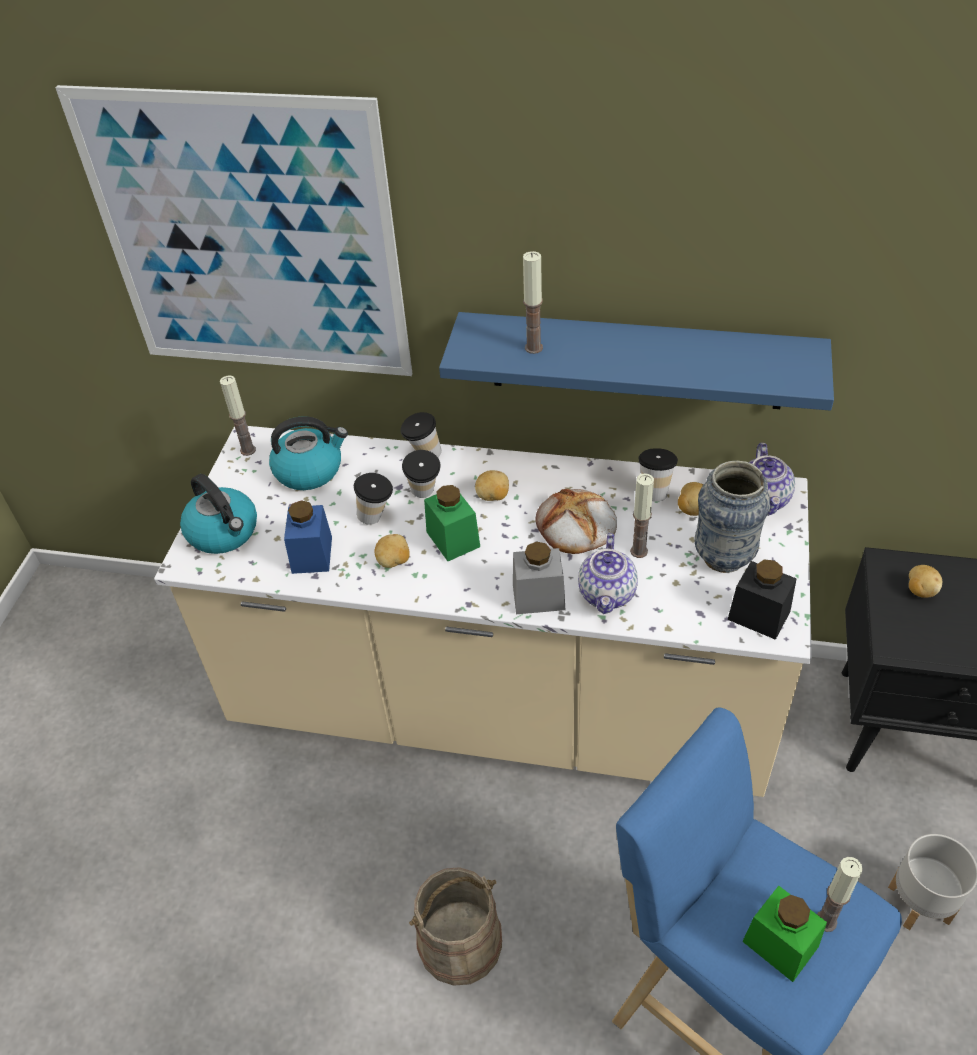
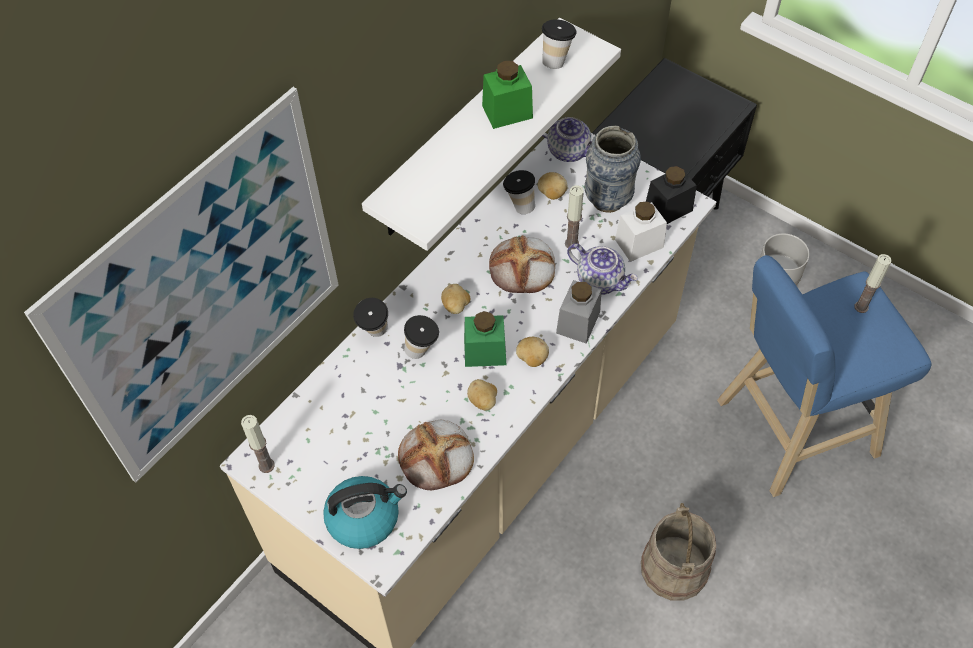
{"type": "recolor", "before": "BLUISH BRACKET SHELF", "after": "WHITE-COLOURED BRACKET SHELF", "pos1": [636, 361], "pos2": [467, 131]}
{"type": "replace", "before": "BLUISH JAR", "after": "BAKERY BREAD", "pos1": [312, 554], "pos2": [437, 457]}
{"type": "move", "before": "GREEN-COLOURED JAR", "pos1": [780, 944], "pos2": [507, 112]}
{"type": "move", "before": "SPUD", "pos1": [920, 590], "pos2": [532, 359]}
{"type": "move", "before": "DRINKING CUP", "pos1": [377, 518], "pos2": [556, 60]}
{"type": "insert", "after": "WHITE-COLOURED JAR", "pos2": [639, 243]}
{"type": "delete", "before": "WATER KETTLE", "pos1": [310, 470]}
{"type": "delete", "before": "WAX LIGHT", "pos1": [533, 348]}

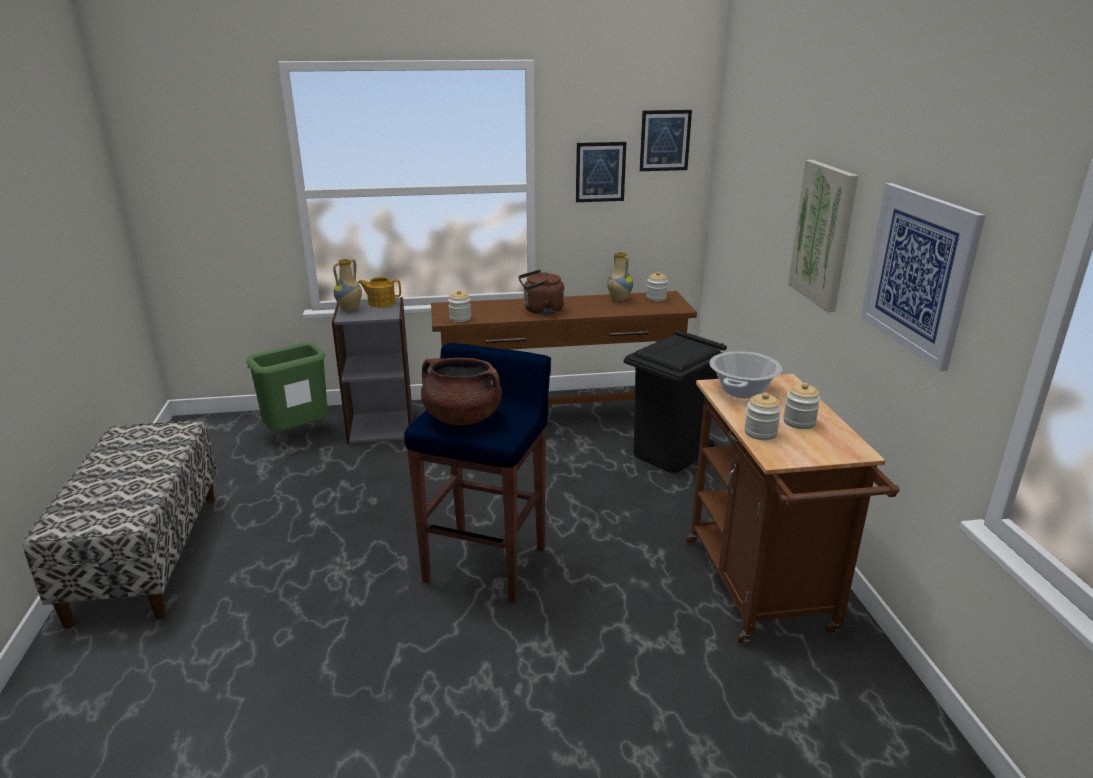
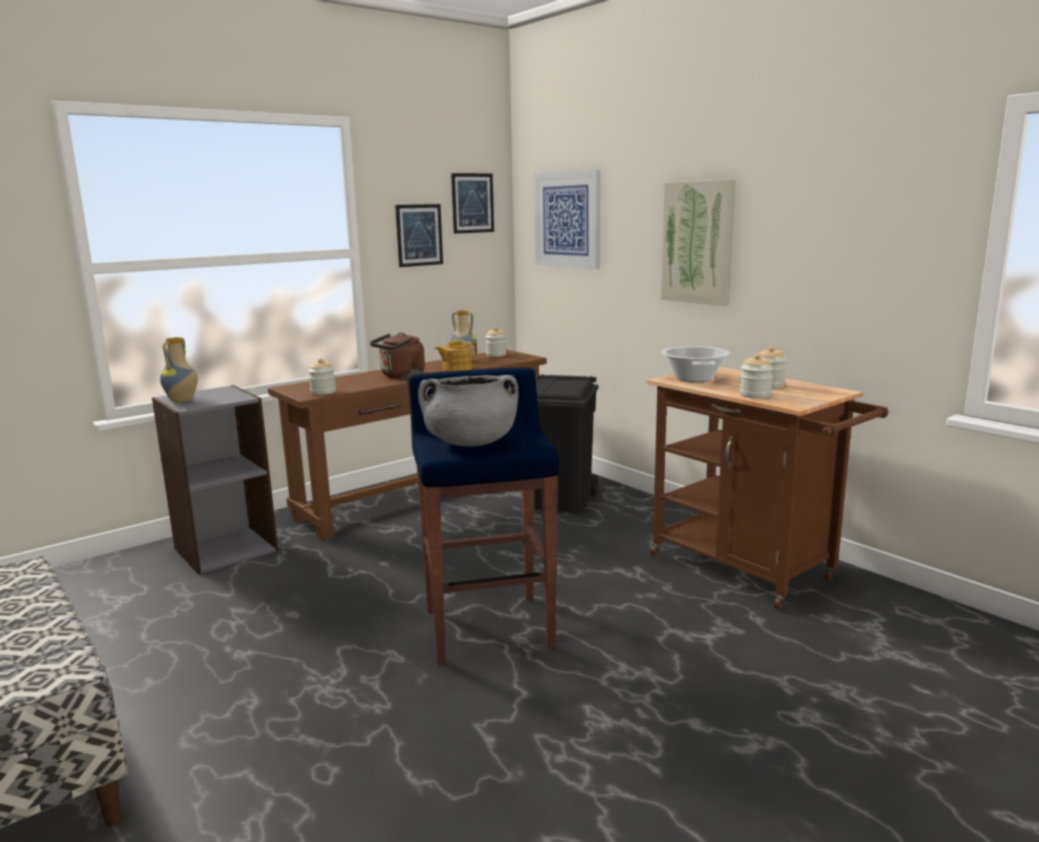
{"type": "recolor", "before": "BROWN SAUCEPOT", "after": "GREYISH SAUCEPOT", "pos1": [462, 418], "pos2": [471, 442]}
{"type": "move", "before": "TEAPOT", "pos1": [381, 303], "pos2": [456, 369]}
{"type": "move", "before": "PICTURE", "pos1": [918, 272], "pos2": [567, 220]}
{"type": "delete", "before": "GREEN-COLOURED WASTE BIN", "pos1": [298, 434]}

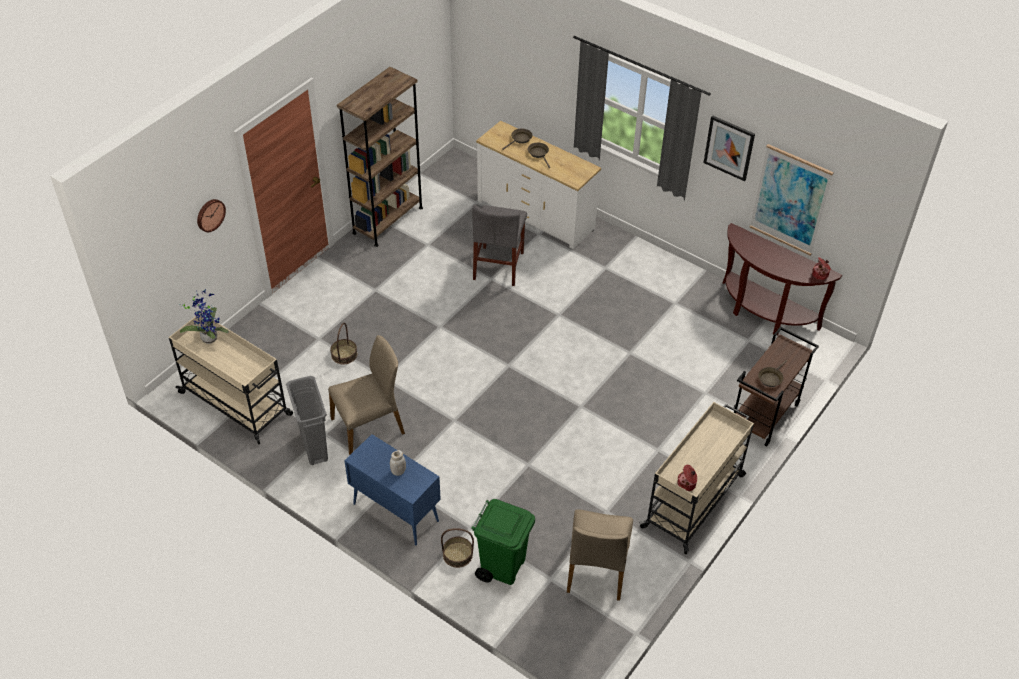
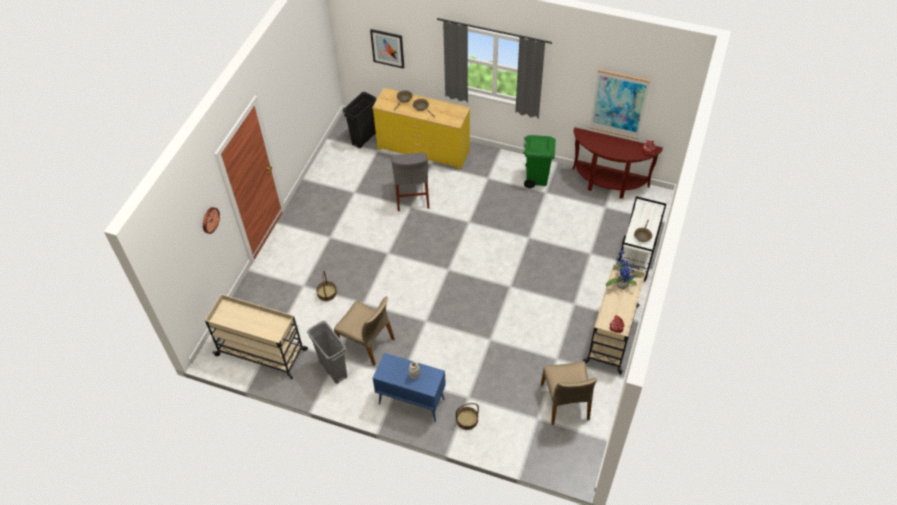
{"type": "rotate", "before": "SAND-COLOURED CHAIR", "pos1": [369, 426], "pos2": [366, 342], "turn": 75}
{"type": "insert", "after": "BLACKISH WASTE BIN", "pos2": [364, 138]}
{"type": "move", "before": "PICTURE", "pos1": [729, 147], "pos2": [387, 48]}
{"type": "recolor", "before": "WHITE-COLOURED CHEST OF DRAWERS", "after": "YELLOW-COLOURED CHEST OF DRAWERS", "pos1": [536, 214], "pos2": [423, 149]}
{"type": "move", "before": "GREEN-COLOURED WASTE BIN", "pos1": [502, 566], "pos2": [536, 178]}
{"type": "move", "before": "POTTED PLANT", "pos1": [209, 337], "pos2": [621, 283]}
{"type": "recolor", "before": "BROWN TROLLEY", "after": "WHITE-COLOURED TROLLEY", "pos1": [764, 416], "pos2": [635, 260]}
{"type": "delete", "before": "BROWN BOOKCASE", "pos1": [388, 220]}

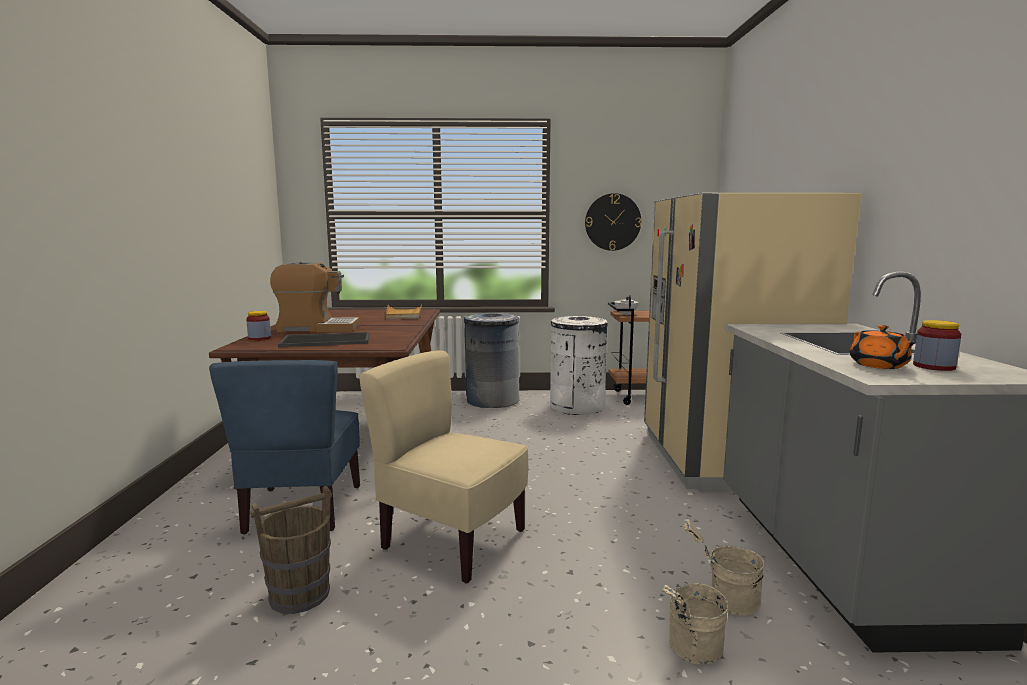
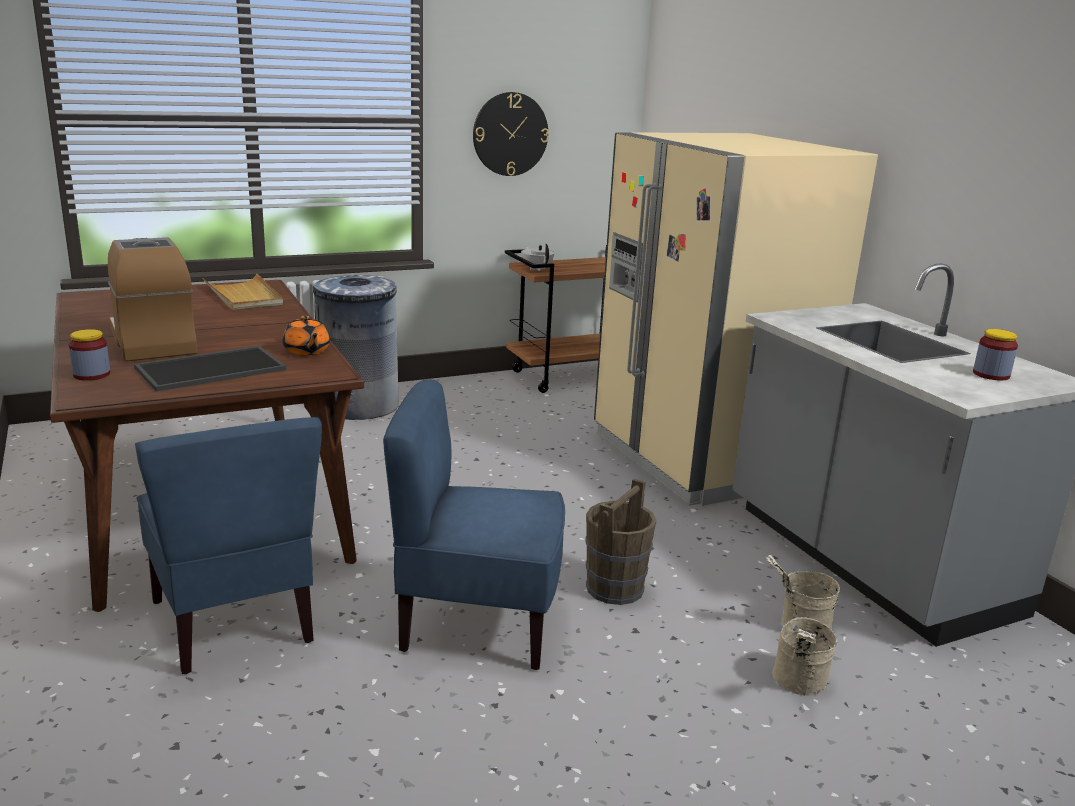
{"type": "rotate", "before": "COFFEE MAKER", "pos1": [317, 328], "pos2": [153, 342], "turn": -90}
{"type": "move", "before": "ORANGE-COLOURED TEAPOT", "pos1": [879, 365], "pos2": [306, 351]}
{"type": "recolor", "before": "SAND-COLOURED CHAIR", "after": "BLUISH CHAIR", "pos1": [452, 541], "pos2": [477, 623]}
{"type": "move", "before": "BROWN PAIL", "pos1": [300, 595], "pos2": [615, 588]}
{"type": "delete", "before": "WHITE-COLOURED WASTE BIN", "pos1": [577, 406]}

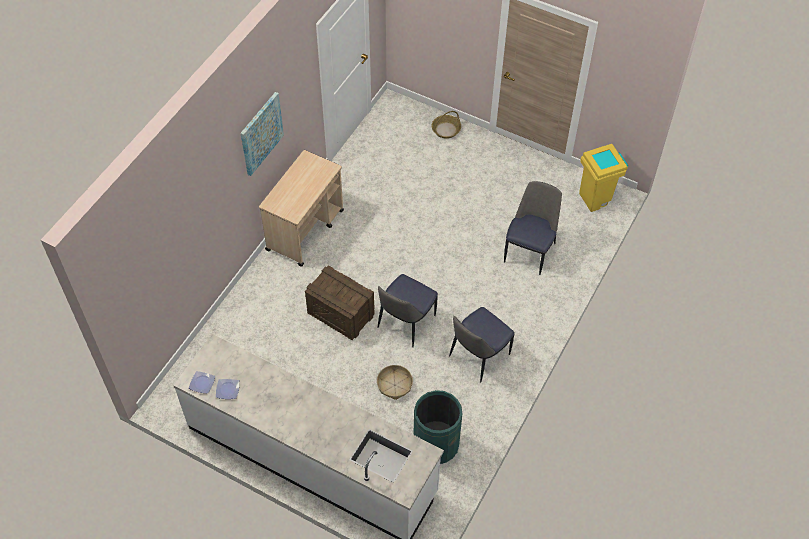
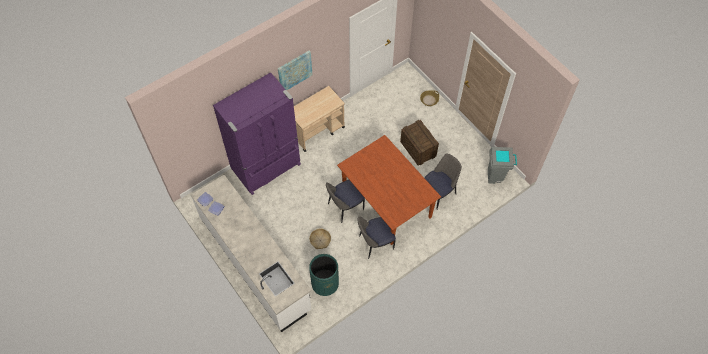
{"type": "insert", "after": "PURPLE-COLOURED FRIDGE", "pos2": [267, 167]}
{"type": "insert", "after": "BROWN DINING TABLE", "pos2": [386, 202]}
{"type": "move", "before": "PACKING CRATE", "pos1": [340, 313], "pos2": [418, 149]}
{"type": "recolor", "before": "YELLOW-COLOURED WASTE BIN", "after": "GREYISH WASTE BIN", "pos1": [596, 199], "pos2": [496, 176]}

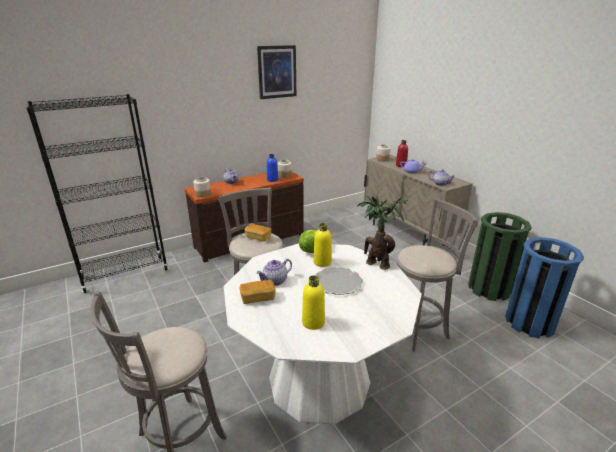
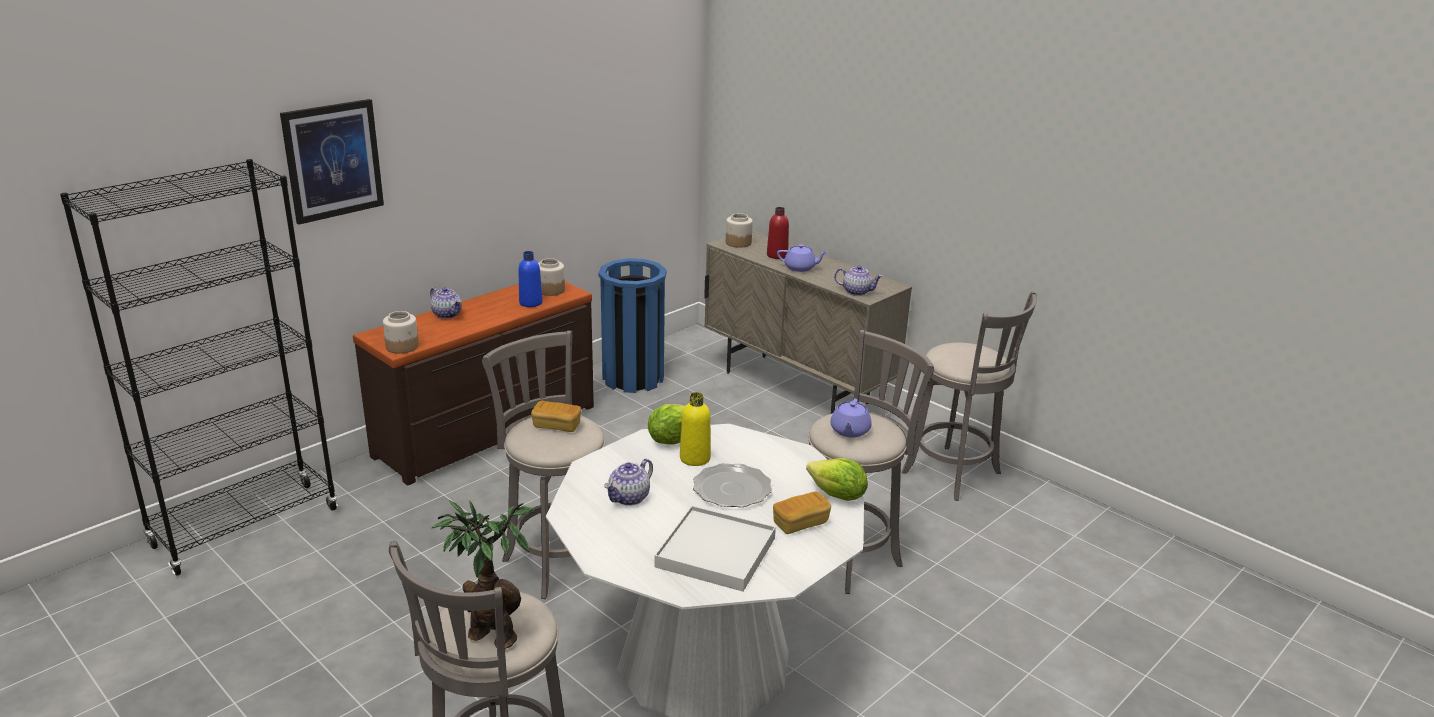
{"type": "move", "before": "PICTURE", "pos1": [277, 72], "pos2": [333, 160]}
{"type": "move", "before": "POTTED PLANT", "pos1": [375, 263], "pos2": [489, 634]}
{"type": "move", "before": "BLUISH WASTE BIN", "pos1": [529, 322], "pos2": [633, 378]}
{"type": "replace", "before": "YELLOW-COLOURED DRINK BOTTLE", "after": "WHITE-COLOURED TRAY", "pos1": [313, 322], "pos2": [715, 552]}
{"type": "move", "before": "BAKERY BREAD", "pos1": [258, 298], "pos2": [800, 523]}
{"type": "insert", "after": "LETTUCE", "pos2": [837, 495]}
{"type": "insert", "after": "PURPLE-COLOURED TEAPOT", "pos2": [849, 431]}
{"type": "replace", "before": "GREEN-COLOURED WASTE BIN", "after": "GREYISH STOOL", "pos1": [489, 289], "pos2": [955, 475]}

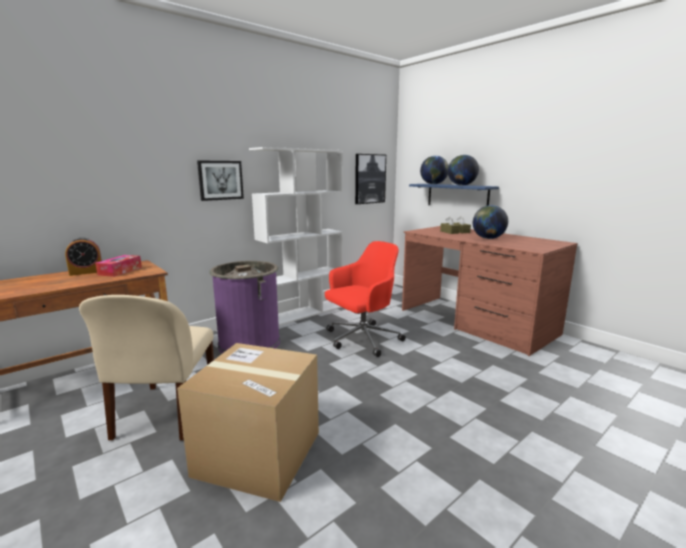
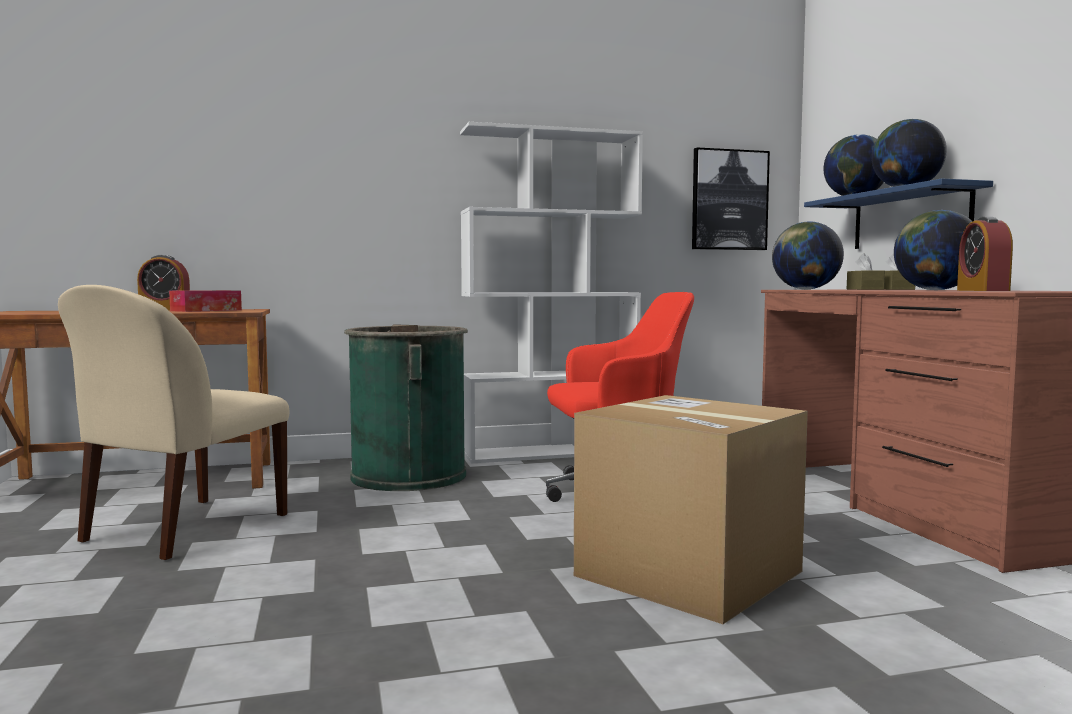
{"type": "recolor", "before": "PURPLE-COLOURED WASTE BIN", "after": "GREEN-COLOURED WASTE BIN", "pos1": [249, 343], "pos2": [408, 476]}
{"type": "move", "before": "PACKING BOX", "pos1": [258, 453], "pos2": [688, 573]}
{"type": "insert", "after": "GLOBE", "pos2": [805, 289]}
{"type": "insert", "after": "BEDSIDE CLOCK", "pos2": [982, 290]}
{"type": "delete", "before": "PICTURE", "pos1": [220, 180]}

